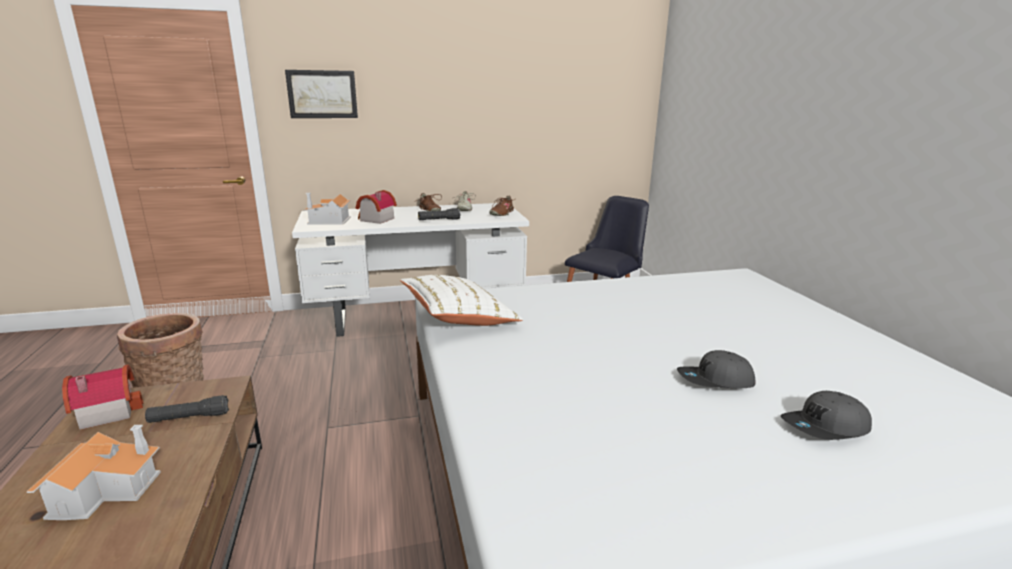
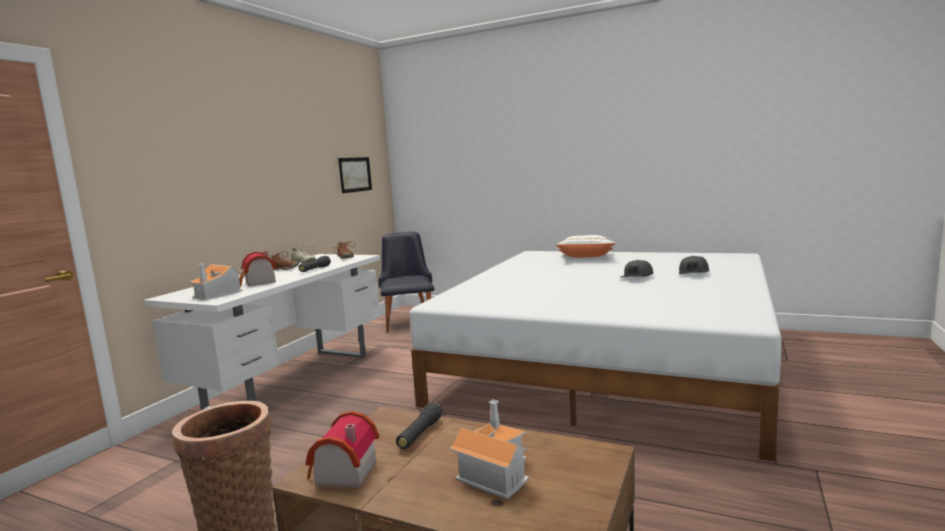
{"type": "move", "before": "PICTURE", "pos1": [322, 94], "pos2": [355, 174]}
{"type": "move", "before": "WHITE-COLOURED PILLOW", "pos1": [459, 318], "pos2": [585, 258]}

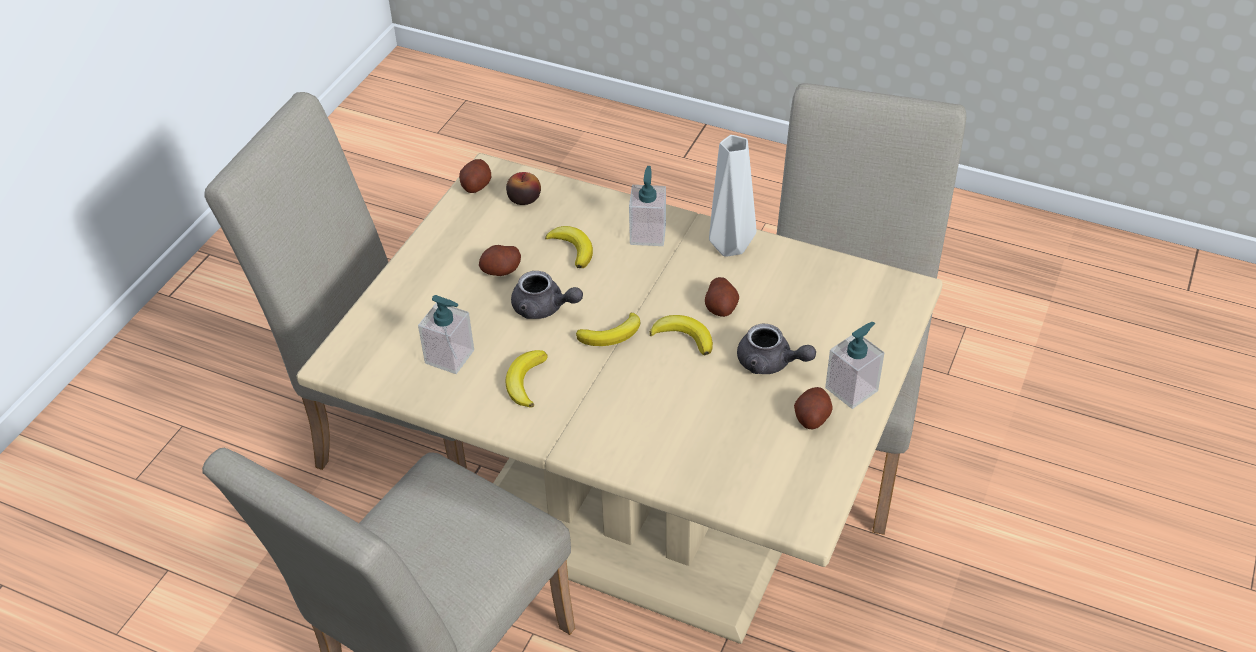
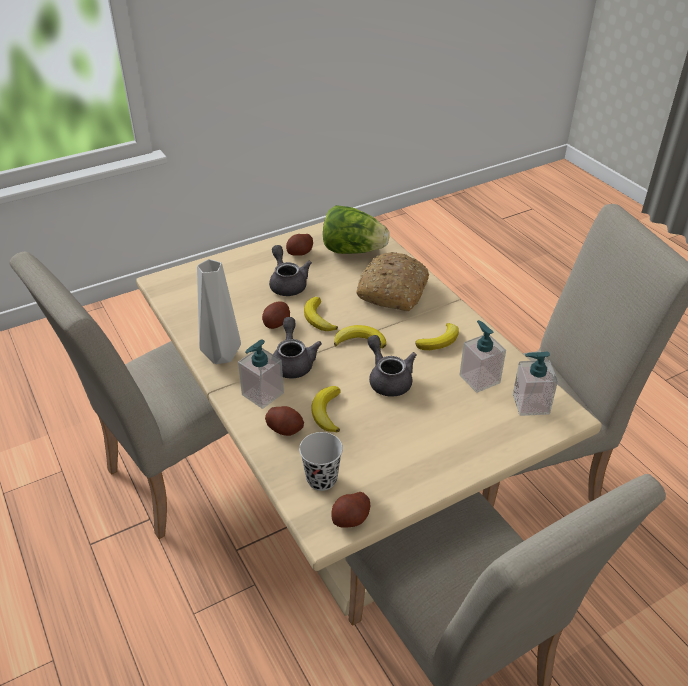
{"type": "move", "before": "SPUD", "pos1": [501, 270], "pos2": [285, 429]}
{"type": "insert", "after": "GREYISH TEAPOT", "pos2": [293, 361]}
{"type": "replace", "before": "APPLE", "after": "BLACKISH DRINKING CUP", "pos1": [524, 198], "pos2": [321, 479]}
{"type": "insert", "after": "LETTUCE", "pos2": [353, 250]}
{"type": "insert", "after": "BAKERY BREAD", "pos2": [392, 290]}
{"type": "move", "before": "SOAP DISPENSER", "pos1": [851, 389], "pos2": [530, 404]}

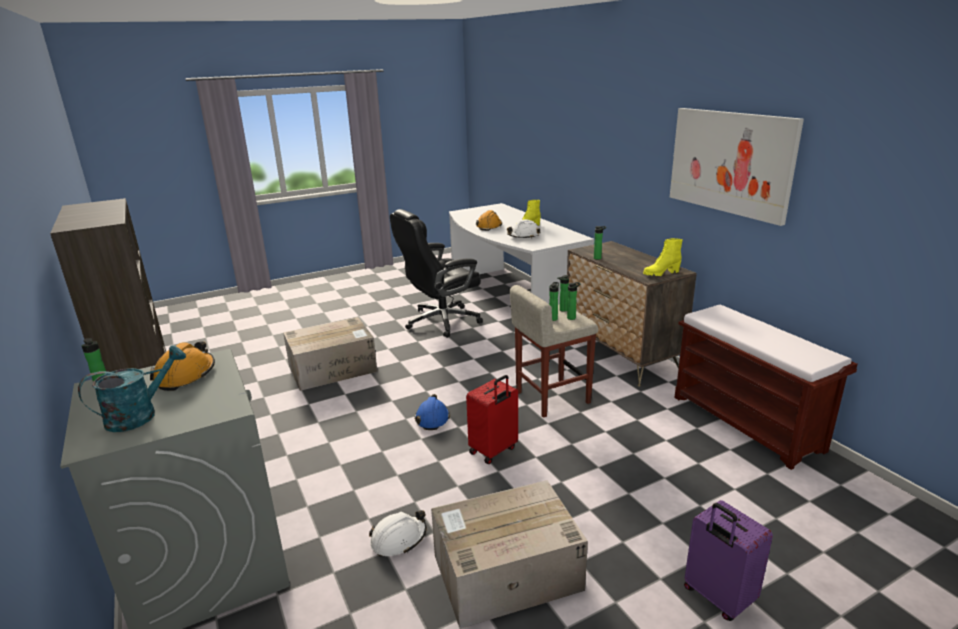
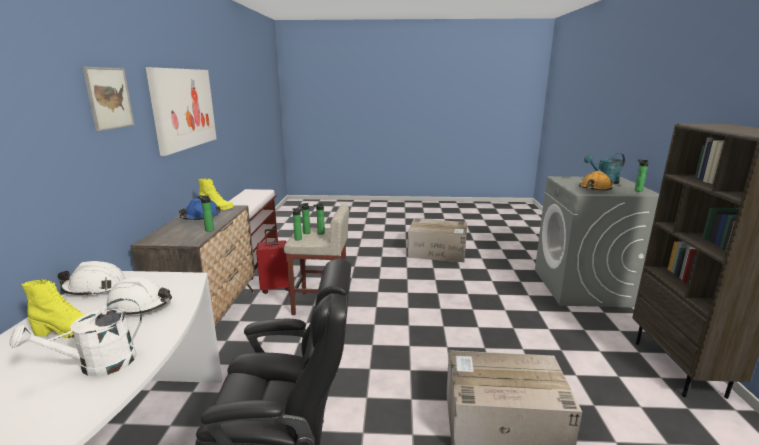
{"type": "replace", "before": "ORANGE-COLOURED HARD HAT", "after": "WHITE-COLOURED WATERING CAN", "pos1": [489, 226], "pos2": [97, 365]}
{"type": "move", "before": "WHITE-COLOURED HARD HAT", "pos1": [398, 539], "pos2": [95, 288]}
{"type": "insert", "after": "PICTURE", "pos2": [109, 98]}
{"type": "move", "before": "BLUISH HARD HAT", "pos1": [432, 418], "pos2": [200, 217]}
{"type": "move", "before": "RED TRAVEL CASE", "pos1": [494, 451], "pos2": [276, 288]}
{"type": "delete", "before": "PURPLE-COLOURED TRAVEL CASE", "pos1": [717, 597]}

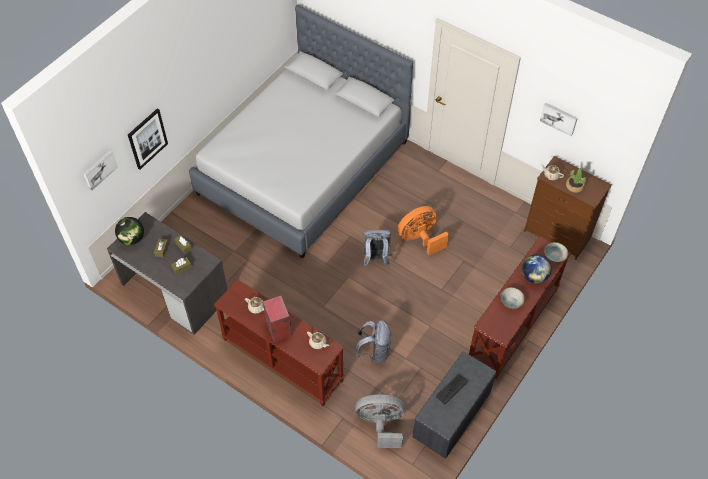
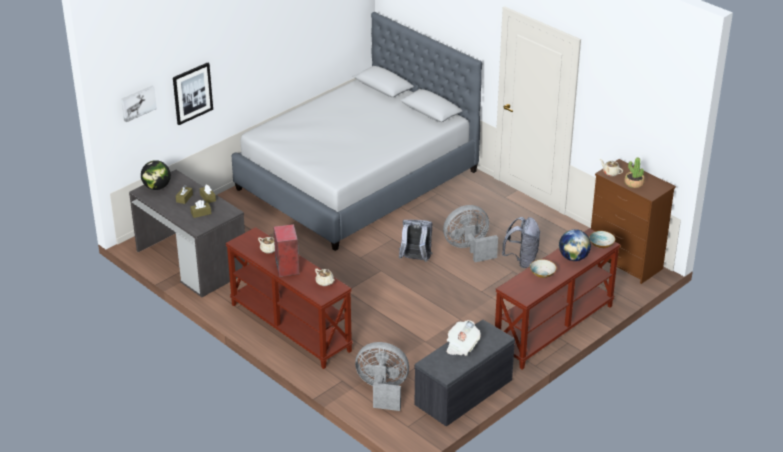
{"type": "recolor", "before": "ORANGE-COLOURED ELECTRIC FAN", "after": "GREYISH ELECTRIC FAN", "pos1": [420, 239], "pos2": [469, 249]}
{"type": "replace", "before": "KEYBOARD", "after": "NEWSPAPER", "pos1": [451, 389], "pos2": [461, 346]}
{"type": "move", "before": "GREYISH RUCKSACK", "pos1": [374, 352], "pos2": [521, 260]}
{"type": "delete", "before": "PICTURE", "pos1": [559, 118]}

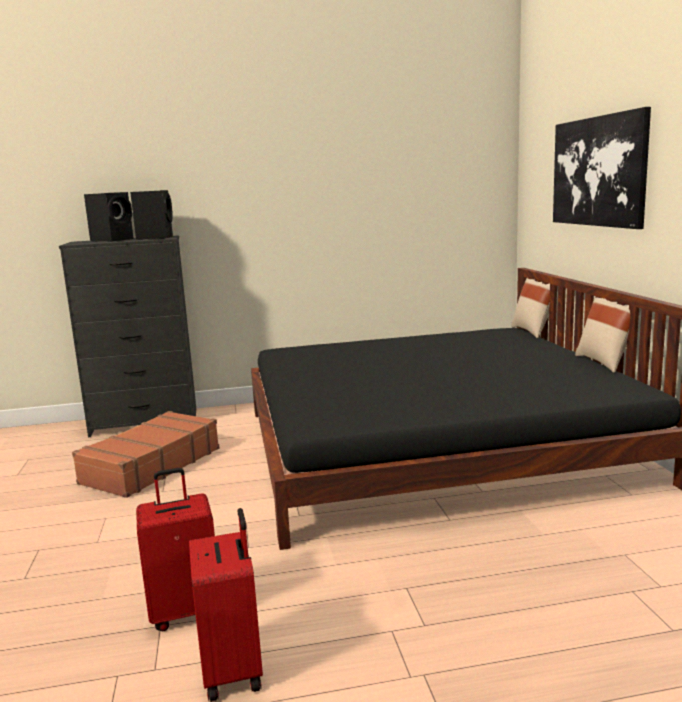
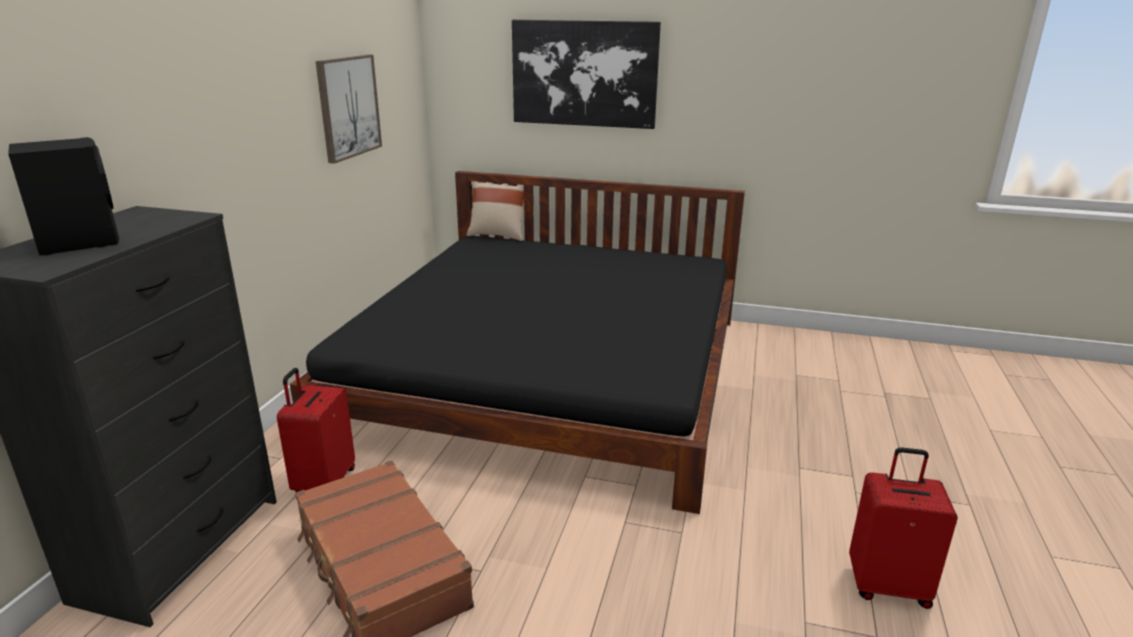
{"type": "move", "before": "RED TRAVEL CASE", "pos1": [186, 611], "pos2": [323, 483]}
{"type": "insert", "after": "PICTURE", "pos2": [348, 107]}
{"type": "delete", "before": "BLACKISH LOUDSPEAKER", "pos1": [155, 238]}
{"type": "delete", "before": "SAND-COLOURED PILLOW", "pos1": [605, 362]}

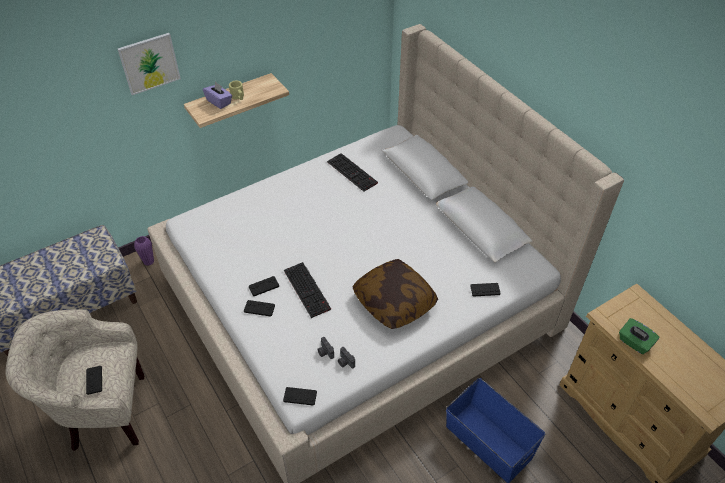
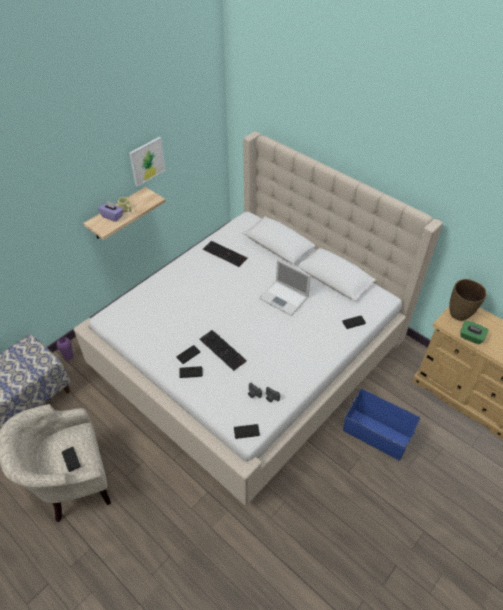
{"type": "move", "before": "PICTURE", "pos1": [149, 63], "pos2": [147, 161]}
{"type": "insert", "after": "PORTABLE COMPUTER", "pos2": [284, 298]}
{"type": "insert", "after": "BROWN VASE", "pos2": [459, 314]}
{"type": "delete", "before": "PILLOW", "pos1": [394, 302]}

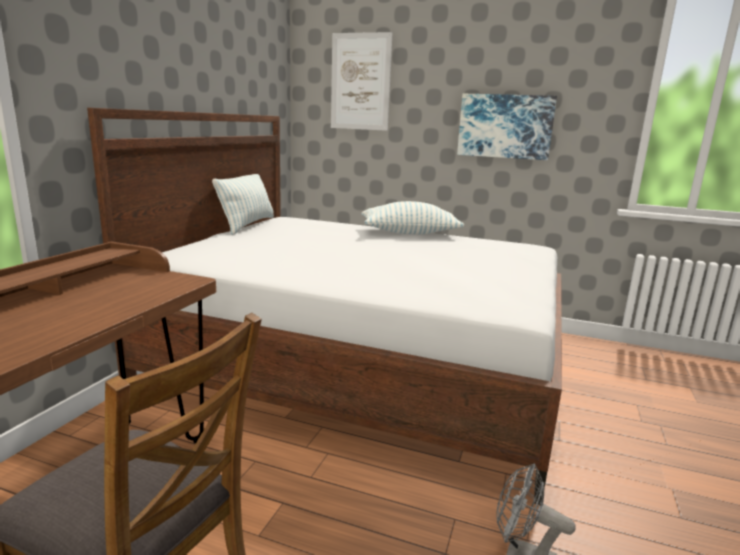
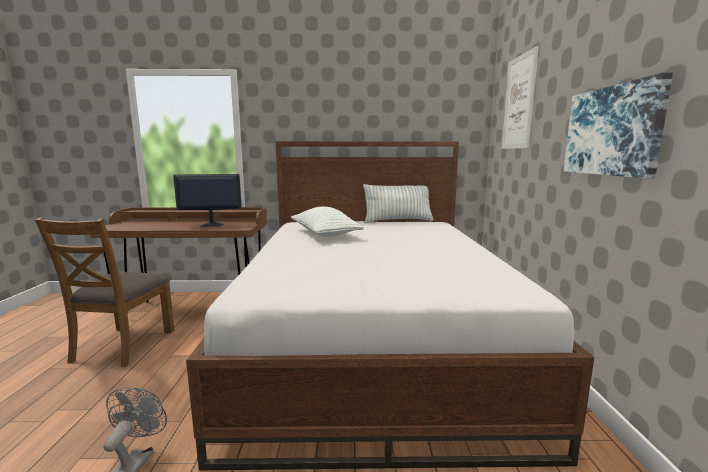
{"type": "insert", "after": "COMPUTER SCREEN", "pos2": [211, 225]}
{"type": "move", "before": "PILLOW", "pos1": [410, 233], "pos2": [324, 234]}

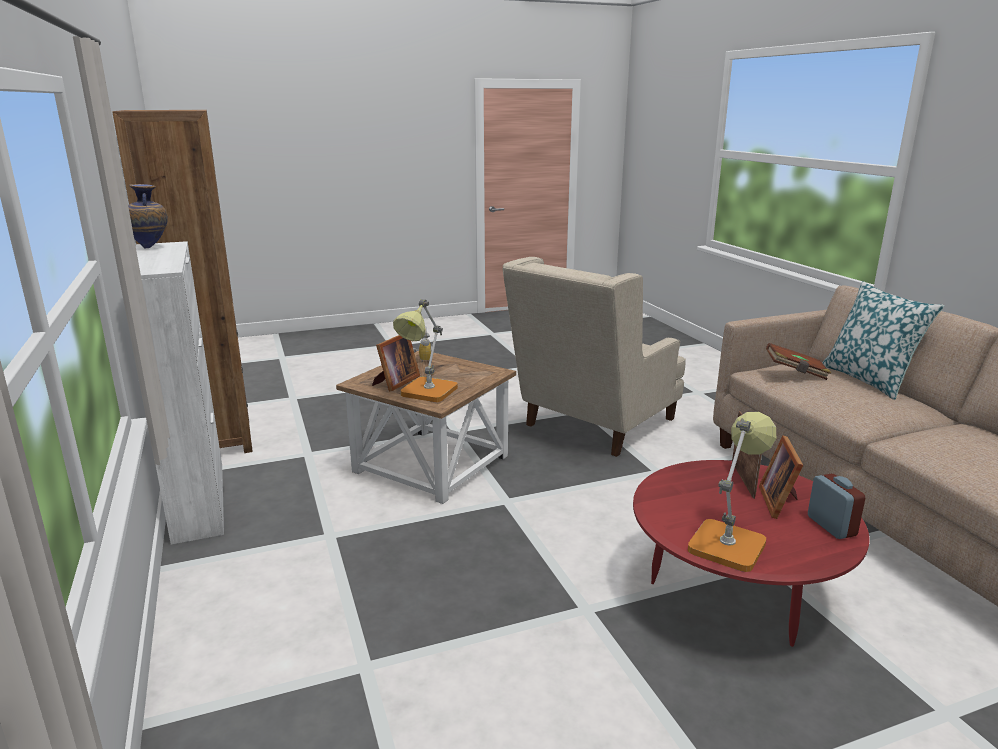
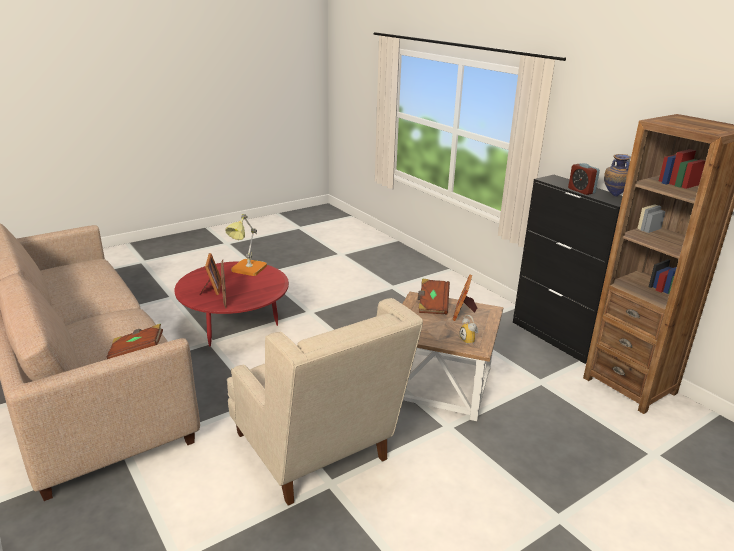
{"type": "rotate", "before": "SAND-COLOURED ARMCHAIR", "pos1": [593, 426], "pos2": [317, 454], "turn": 120}
{"type": "replace", "before": "TABLE LAMP", "after": "BROWN VOLUME", "pos1": [426, 394], "pos2": [432, 304]}
{"type": "recolor", "before": "WHITE-COLOURED STORAGE CABINET", "after": "BLACKISH STORAGE CABINET", "pos1": [199, 500], "pos2": [556, 338]}
{"type": "move", "before": "BEDSIDE CLOCK", "pos1": [831, 526], "pos2": [581, 191]}
{"type": "delete", "before": "PILLOW", "pos1": [869, 380]}

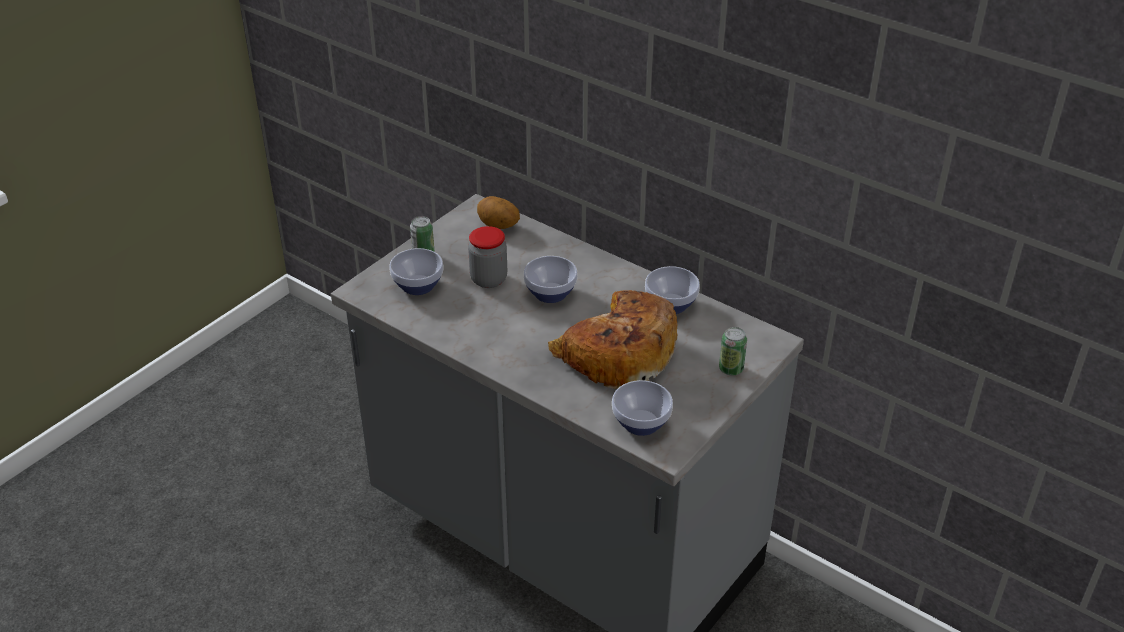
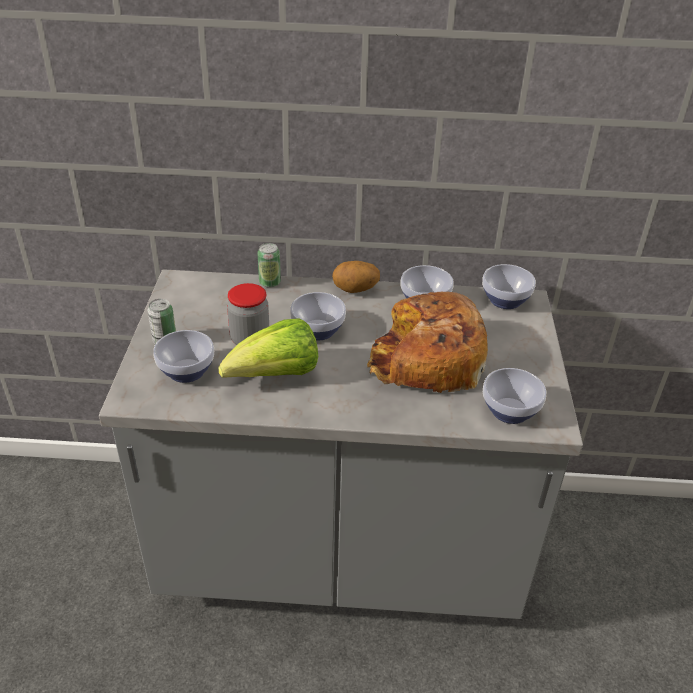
{"type": "insert", "after": "LETTUCE", "pos2": [276, 376]}
{"type": "move", "before": "SEALED CAN", "pos1": [731, 369], "pos2": [270, 282]}
{"type": "move", "before": "SPUD", "pos1": [498, 226], "pos2": [355, 290]}
{"type": "insert", "after": "DEEP DISH", "pos2": [503, 300]}

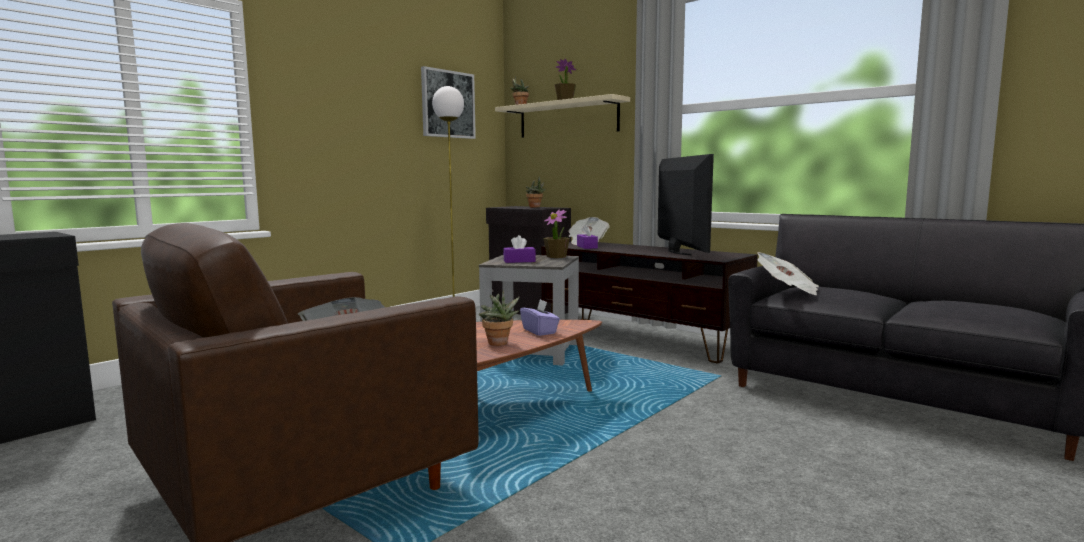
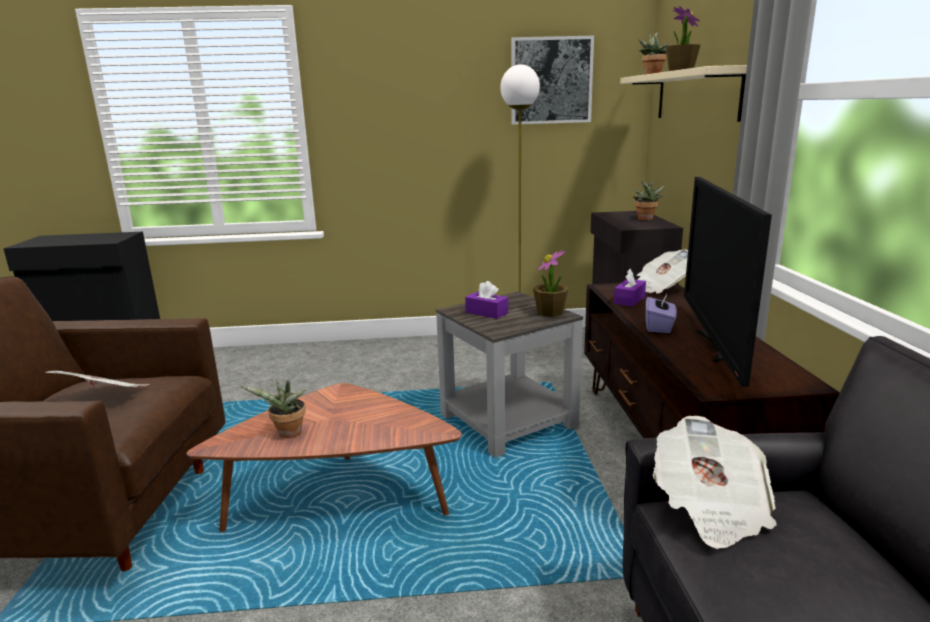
{"type": "move", "before": "PURPLE-COLOURED TISSUE BOX", "pos1": [540, 331], "pos2": [659, 326]}
{"type": "rotate", "before": "TELEVISION", "pos1": [676, 252], "pos2": [714, 346], "turn": 150}

